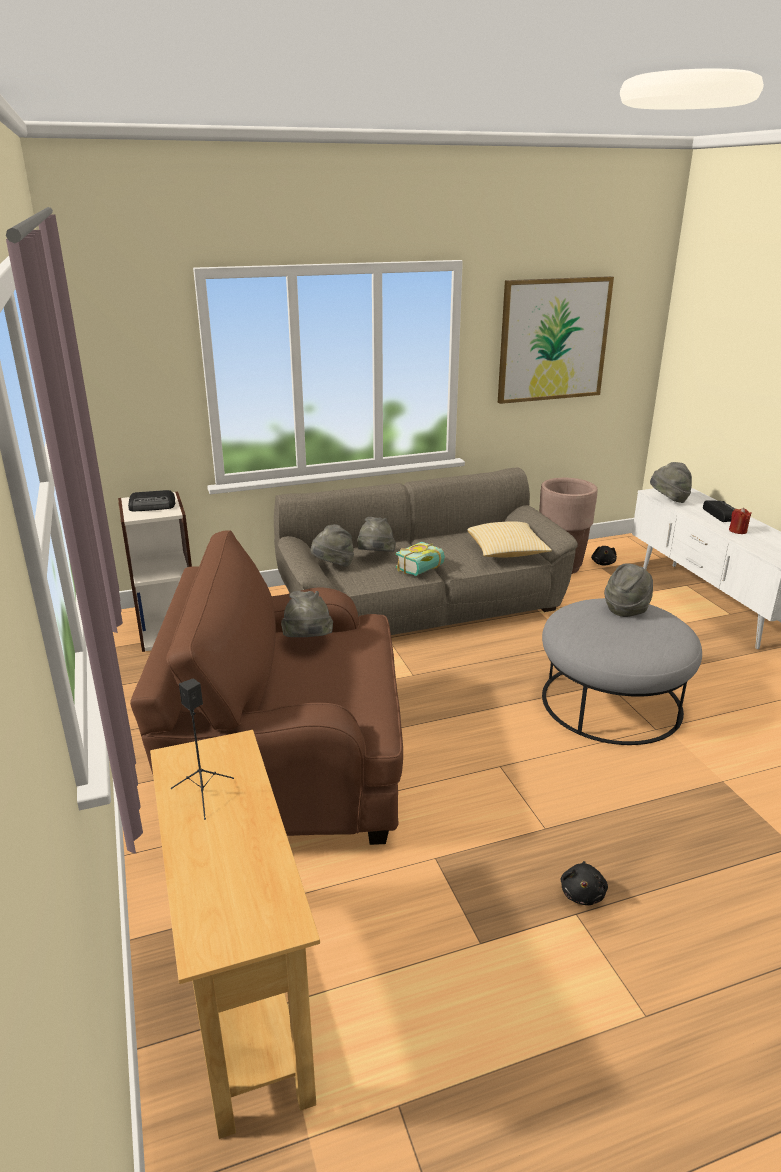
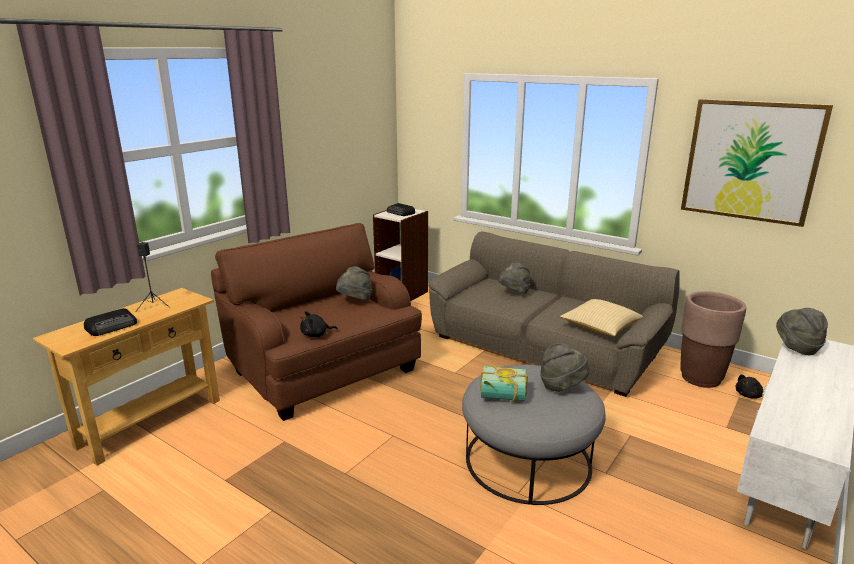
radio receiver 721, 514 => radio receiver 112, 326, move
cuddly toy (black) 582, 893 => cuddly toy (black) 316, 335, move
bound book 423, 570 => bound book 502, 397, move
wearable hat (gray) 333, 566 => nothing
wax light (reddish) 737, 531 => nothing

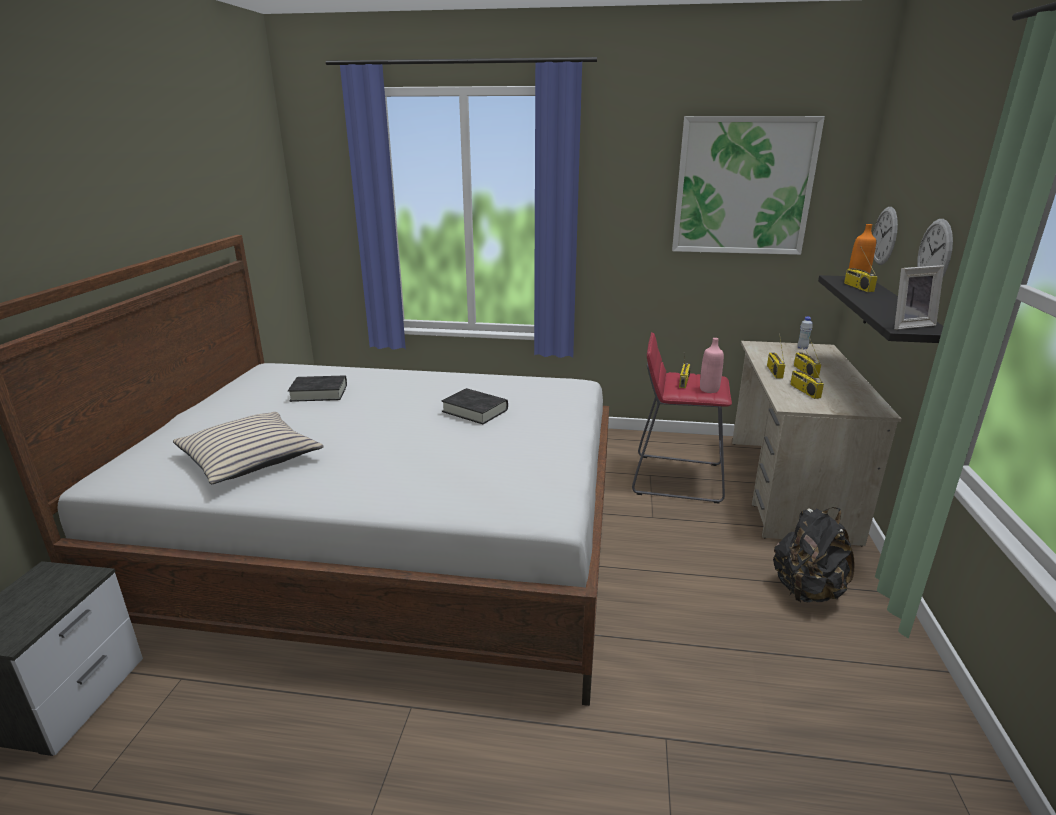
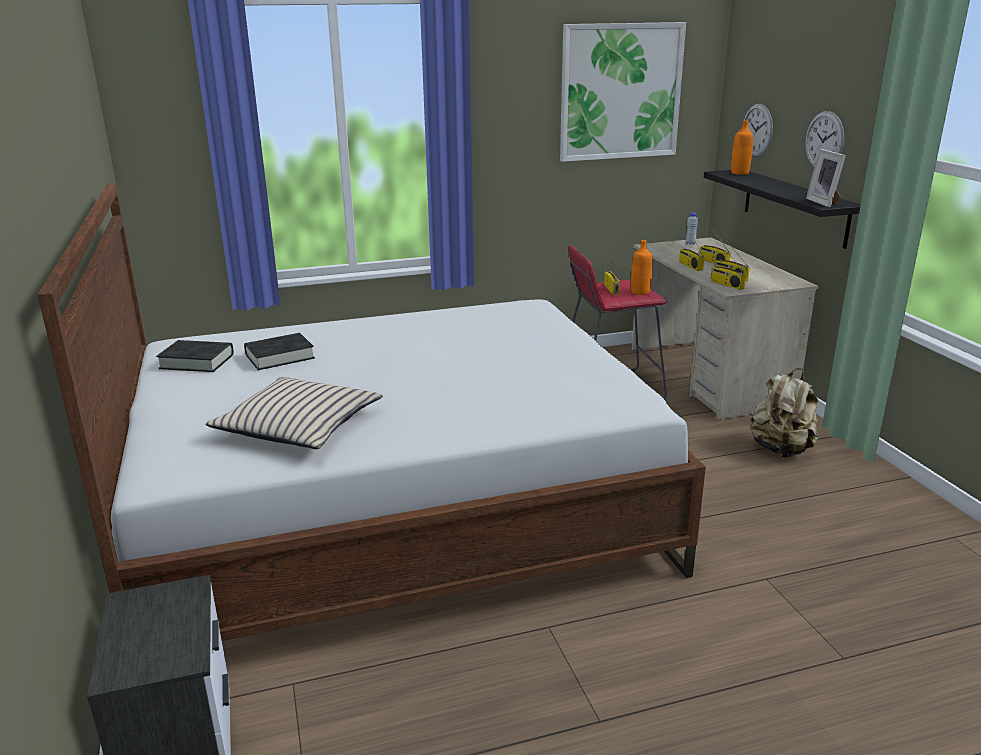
bound book (black) 475, 411 => bound book (black) 197, 361, move
drink bottle (pink) 709, 390 => drink bottle (orange) 640, 292
radio receiver 857, 287 => radio receiver 726, 284, move
backpack (black) 807, 591 => backpack (beige) 781, 450
photo frame 907, 325 => photo frame 825, 202, 120 degrees clockwise

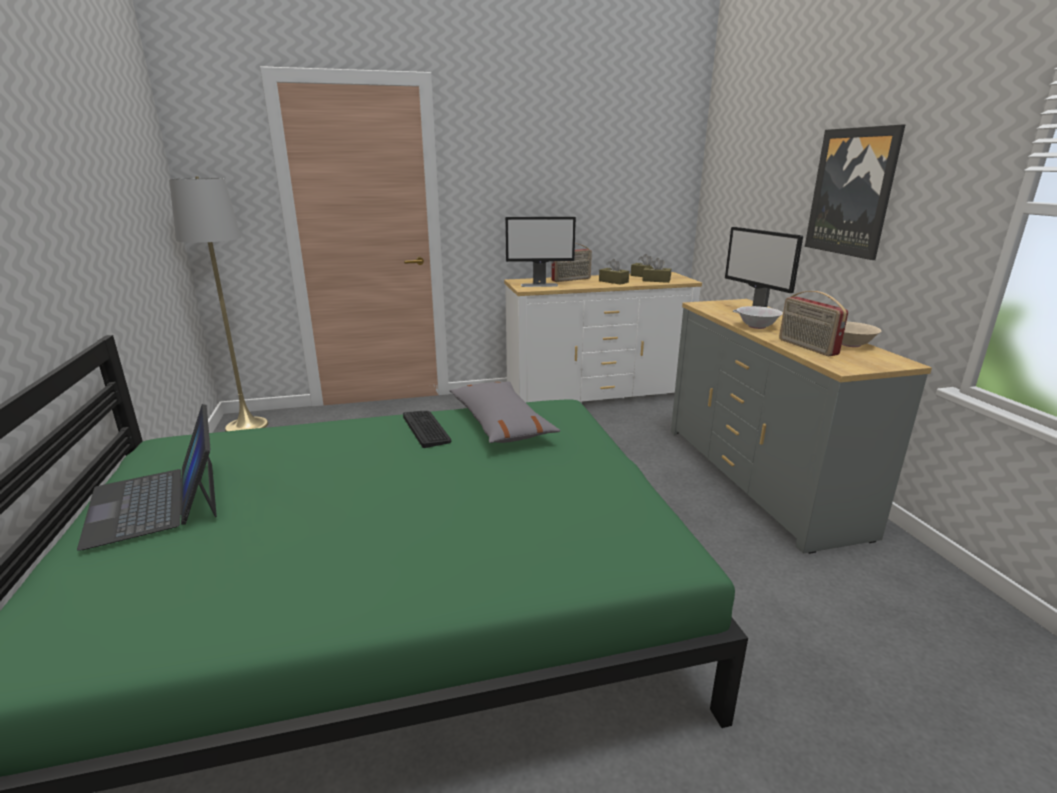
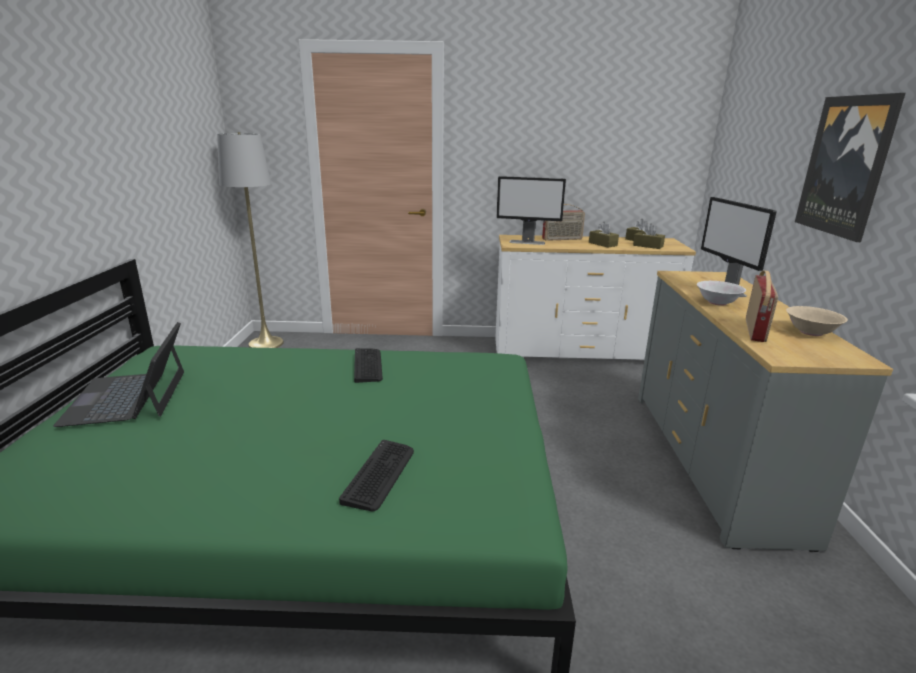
nothing => PC keyboard 380, 475
radio receiver 806, 347 => radio receiver 756, 330, 150 degrees counterclockwise
throw pillow (gray) 500, 423 => nothing

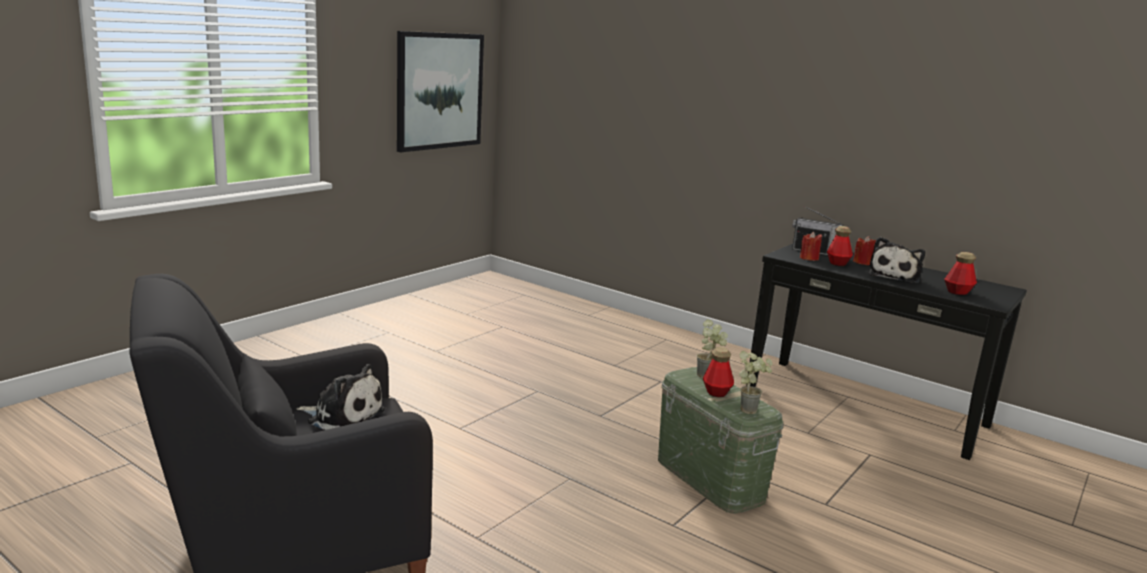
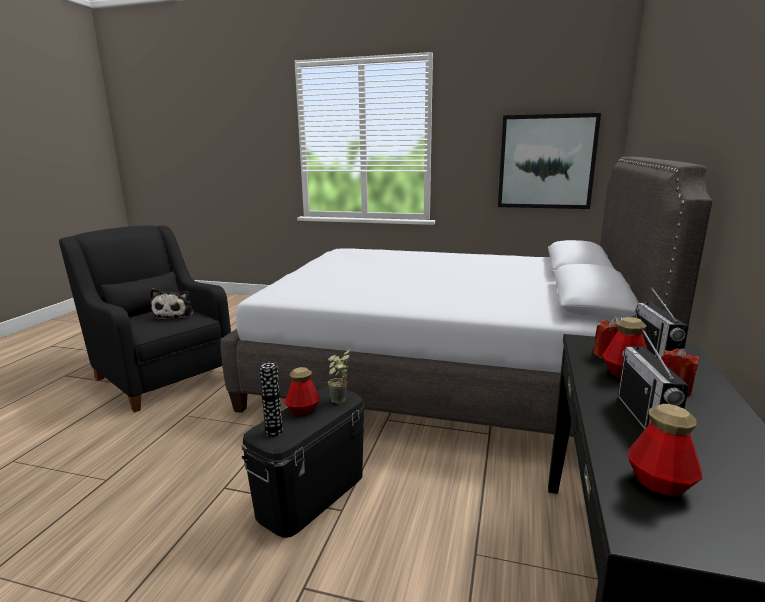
nothing => sleeping bed (gray) 443, 374
storage container (green) 710, 479 => storage container (black) 312, 495
plant in a pot 750, 409 => decorative vase 274, 432
cuddly toy 895, 276 => radio receiver 645, 418

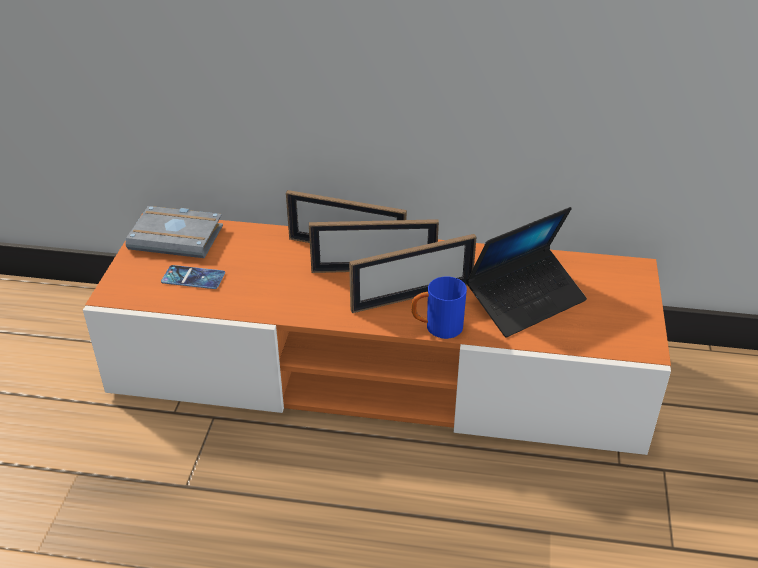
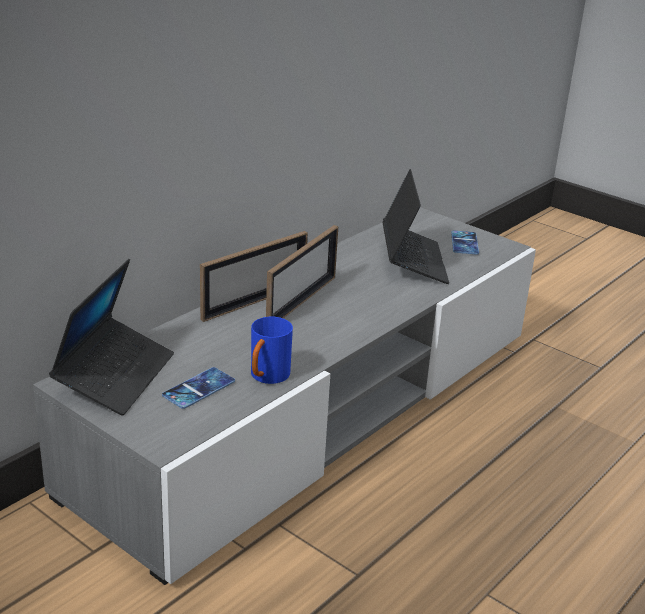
tv stand (orange) 379, 371 => tv stand (gray) 316, 408
bound book (gray) 179, 237 => notebook computer 115, 375
mug (blue-coloured) 437, 328 => mug (blue-coloured) 266, 378, move
nothing => phone 464, 243
photo frame 412, 297 => nothing

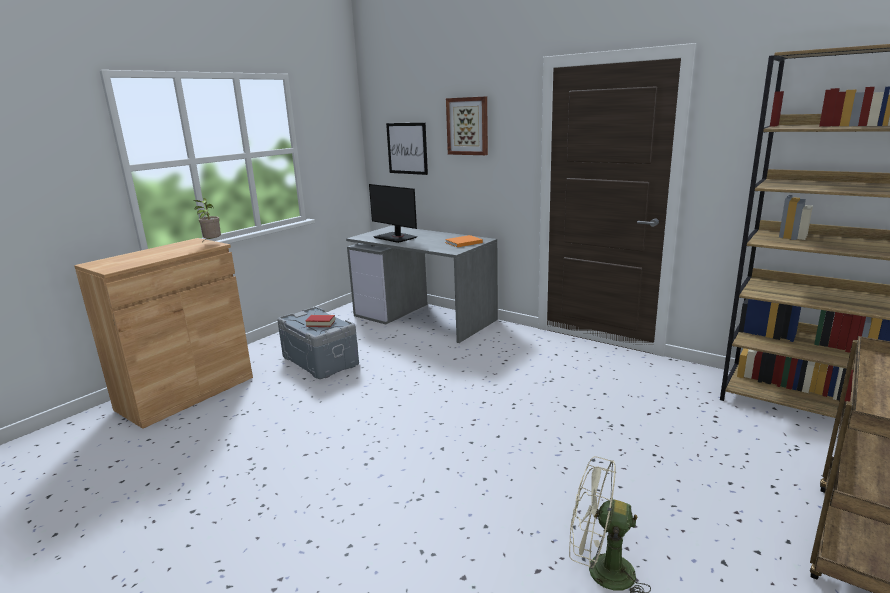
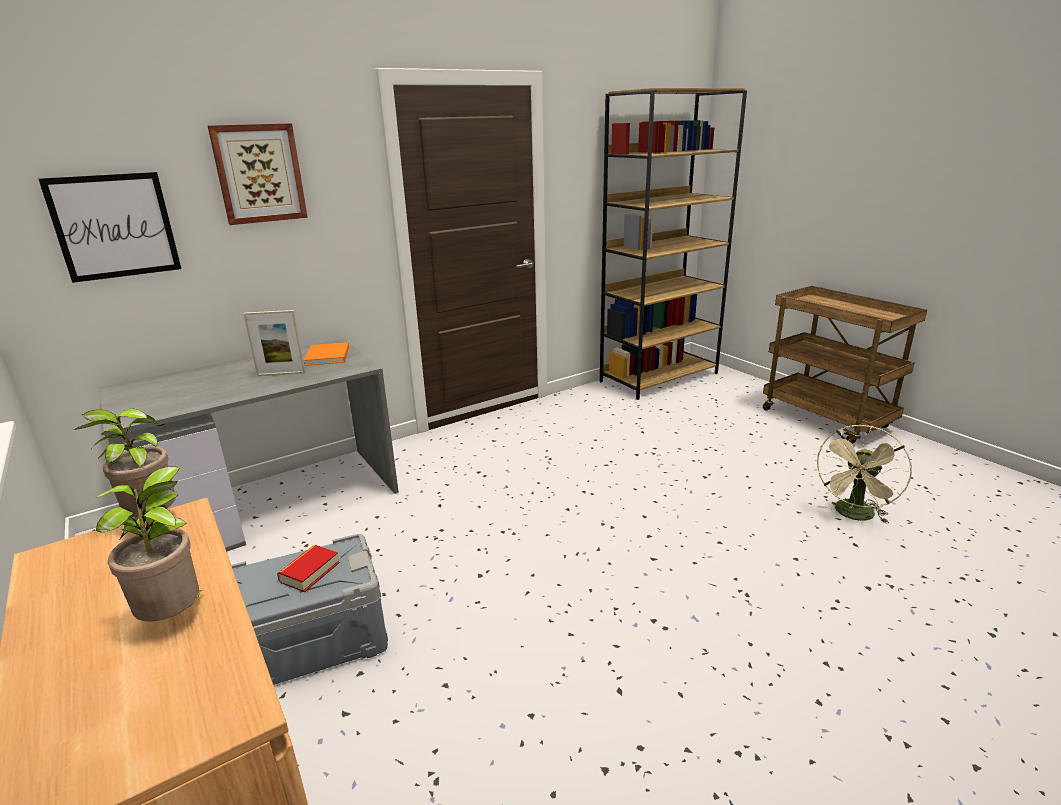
nothing => plant in a pot 178, 617
nothing => photo frame 281, 374
monitor 395, 237 => nothing

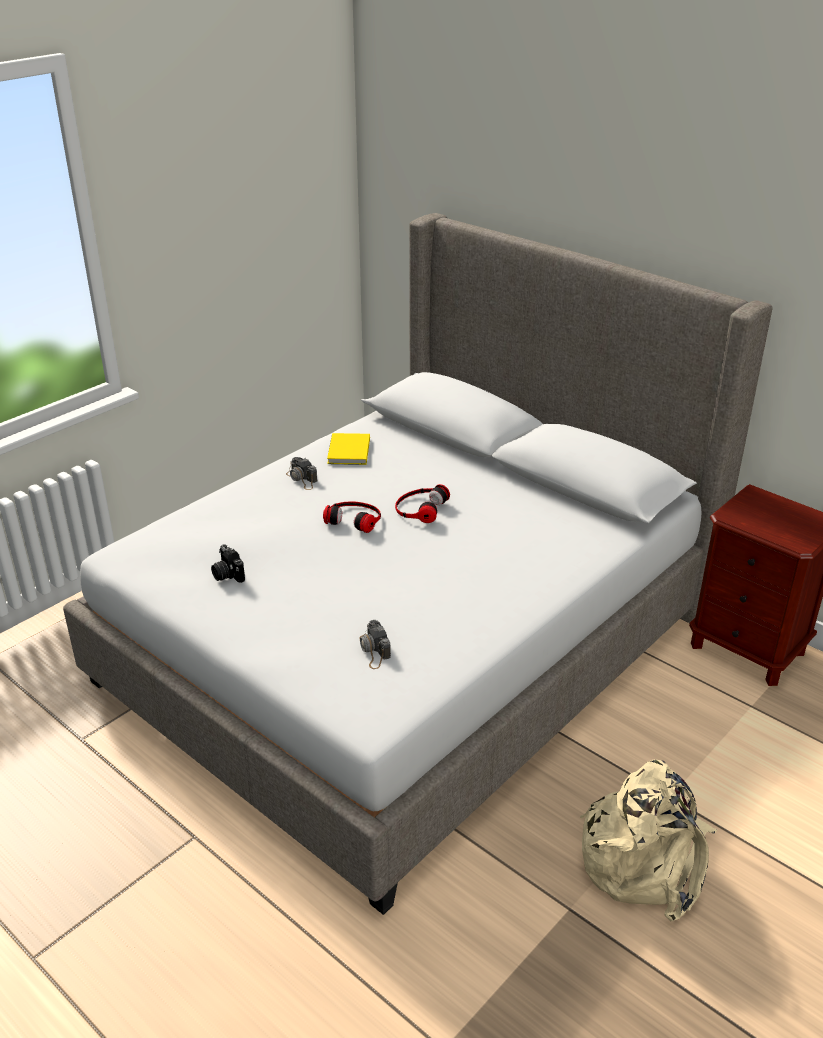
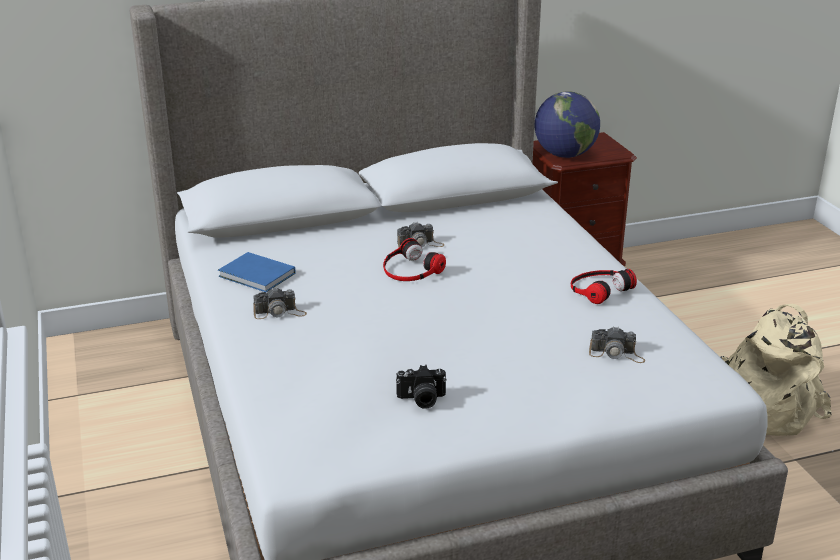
bound book (yellowish) 348, 452 => bound book (blue-coloured) 257, 276
nothing => photo camera 420, 244
nothing => desk globe 564, 155
headphones 354, 519 => headphones 598, 289, move

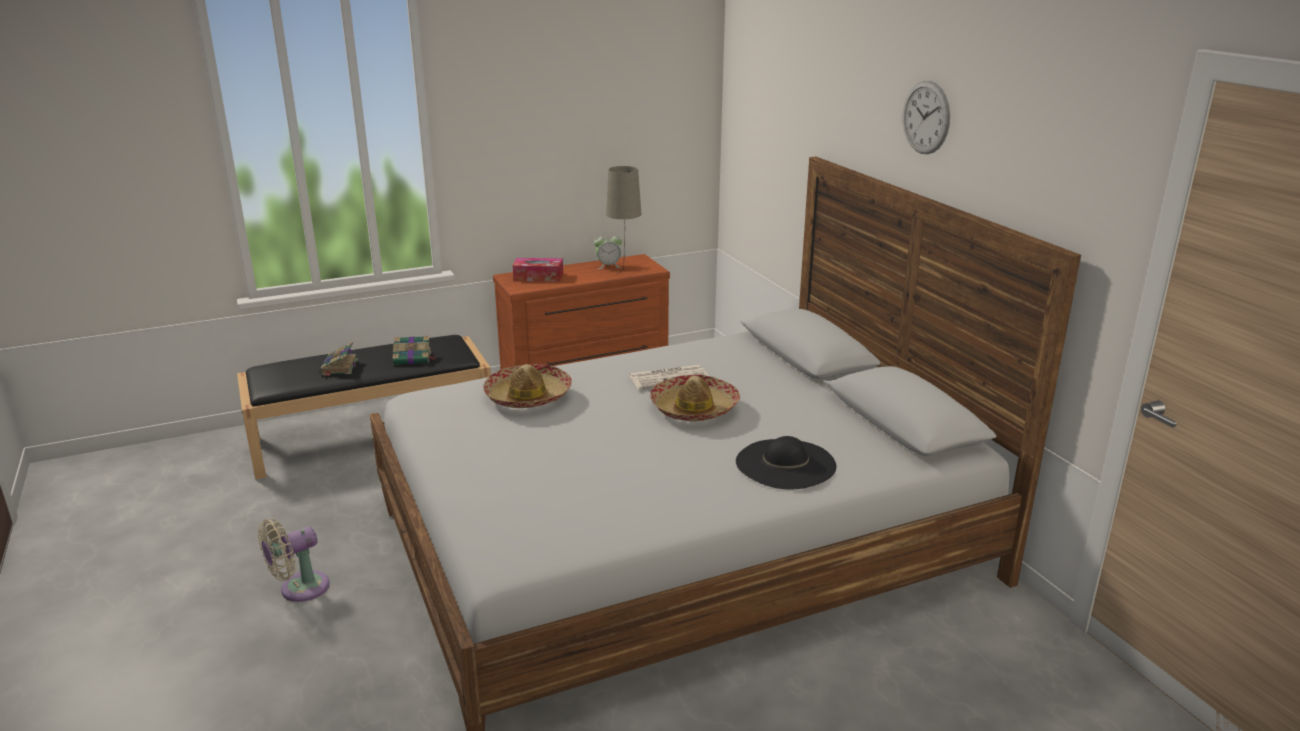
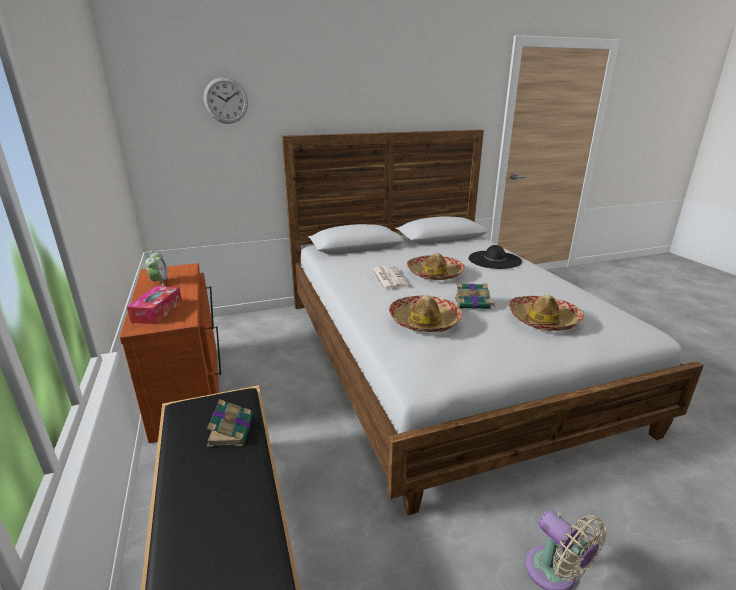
hanging clock 926, 117 => hanging clock 226, 100, move
bound book 339, 367 => bound book 473, 303, move
nothing => wearable hat 543, 320
lamp for a table (beige) 624, 275 => nothing

